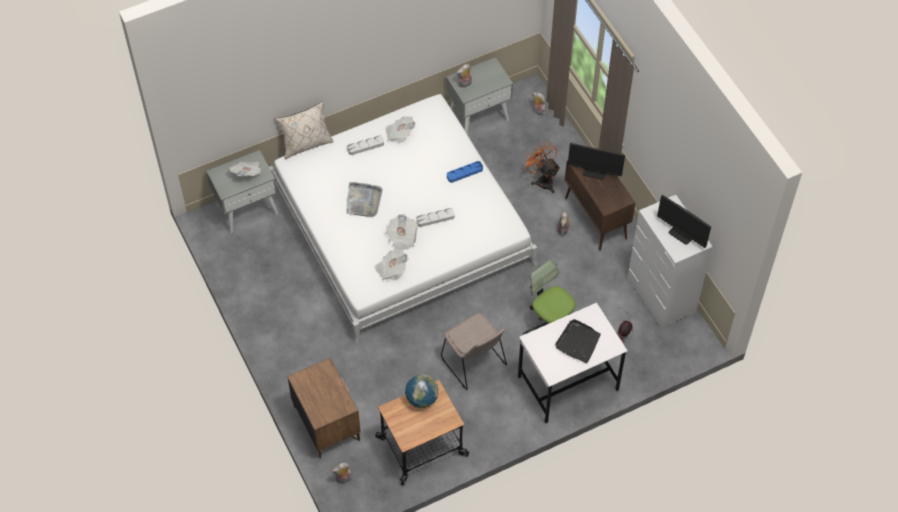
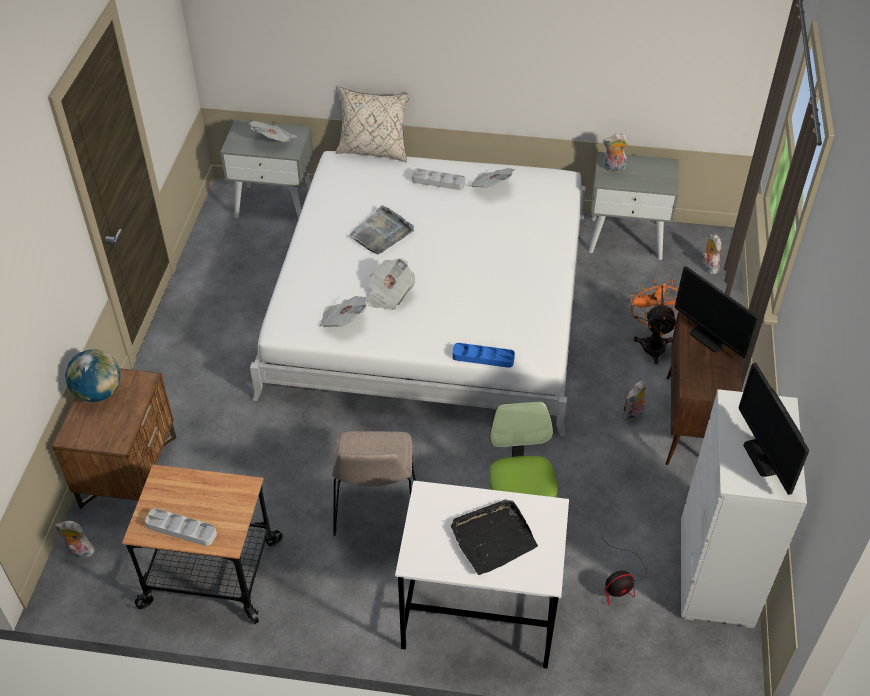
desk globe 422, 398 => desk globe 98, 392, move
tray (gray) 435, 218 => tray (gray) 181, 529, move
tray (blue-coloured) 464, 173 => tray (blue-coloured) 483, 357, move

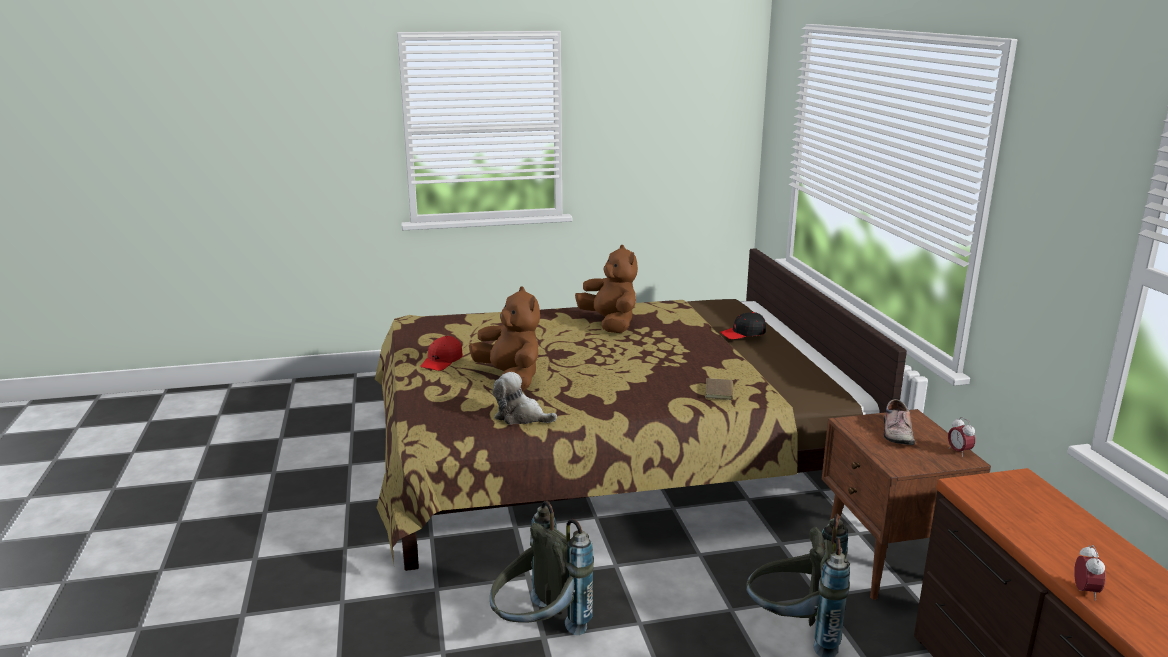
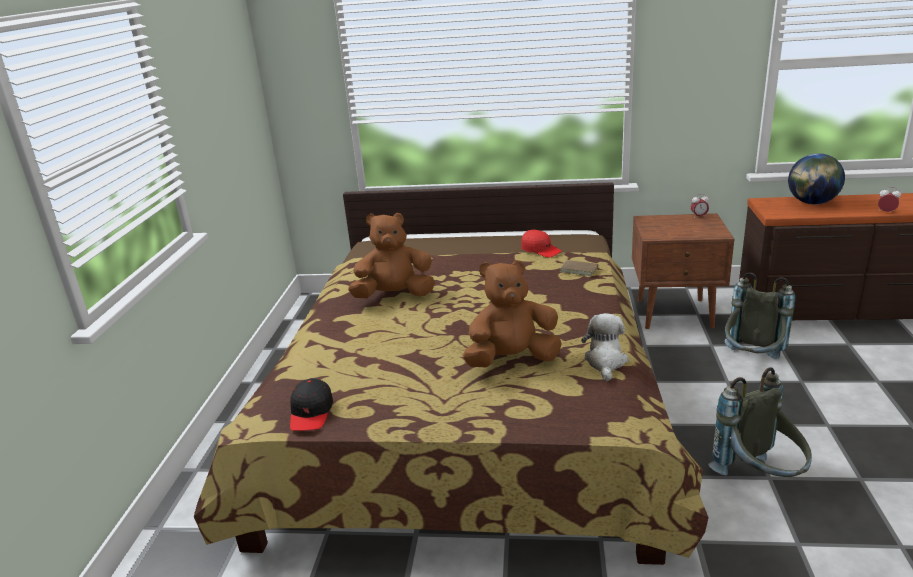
peaked cap (black) 743, 333 => peaked cap (black) 311, 412, move
peaked cap (reddish) 442, 361 => peaked cap (reddish) 540, 250, move
cuddly toy 521, 417 => cuddly toy 605, 362, 150 degrees clockwise
nothing => desk globe 812, 203
low shoe 895, 432 => nothing

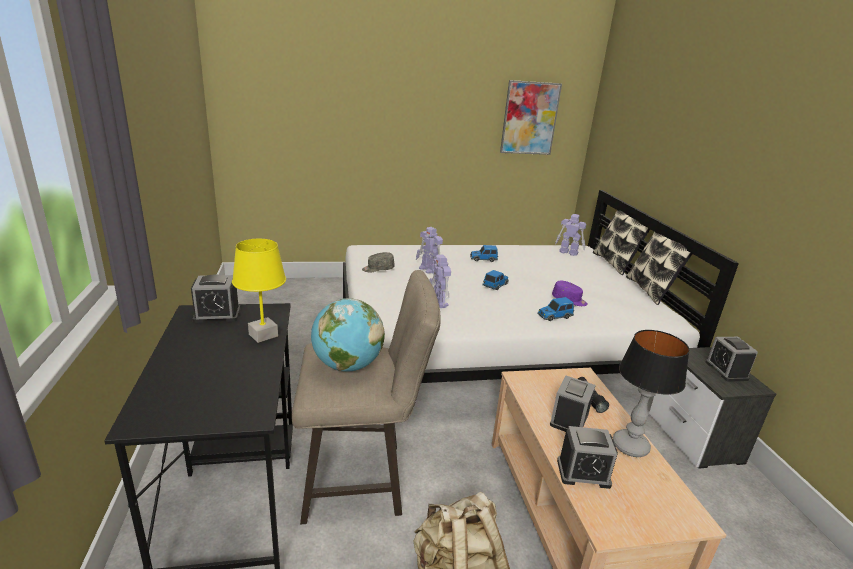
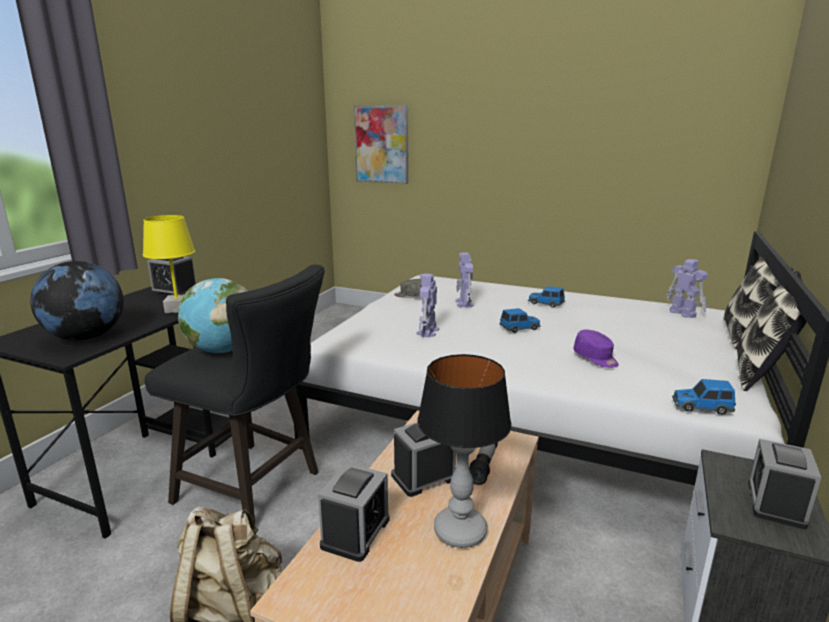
nothing => desk globe 86, 337
sitting stool (beige) 362, 479 => sitting stool (black) 256, 489
bedside clock 583, 473 => bedside clock 355, 532, 105 degrees counterclockwise
wall art 529, 118 => wall art 381, 144, move
model car 554, 316 => model car 701, 407, move

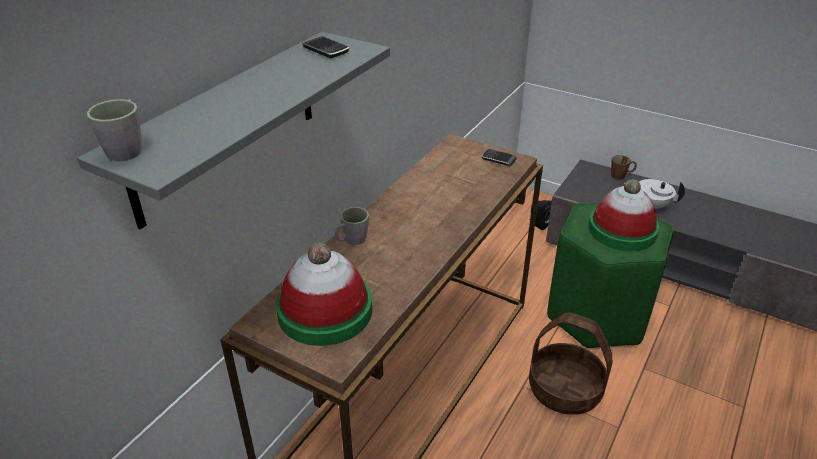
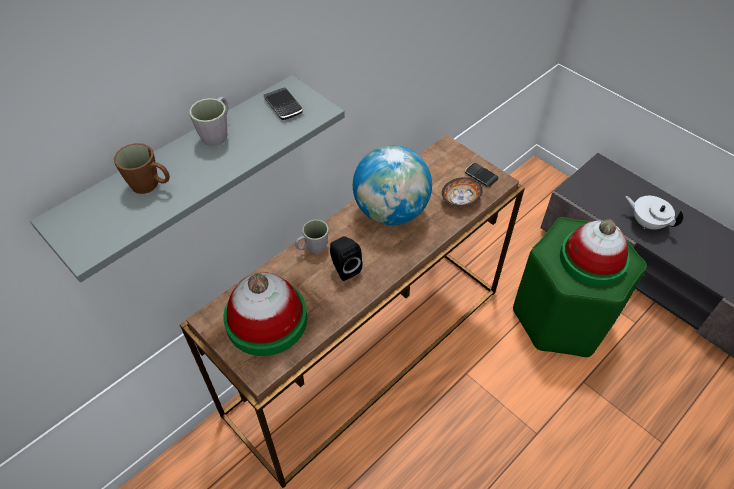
mug (brown) 621, 176 => mug (brown) 150, 185, move
mug (gray) 128, 148 => mug (gray) 217, 133, move
audio speaker (black) 538, 224 => audio speaker (black) 344, 268, move
nothing => desk globe 391, 212
nothing => deep dish 459, 199
household basket 565, 389 => nothing

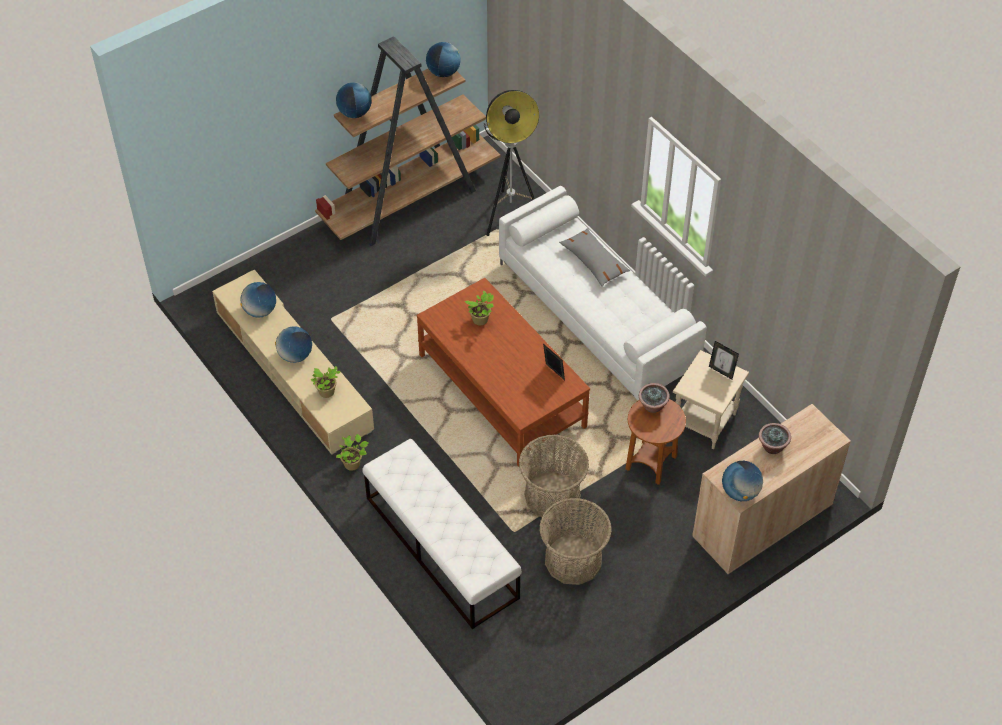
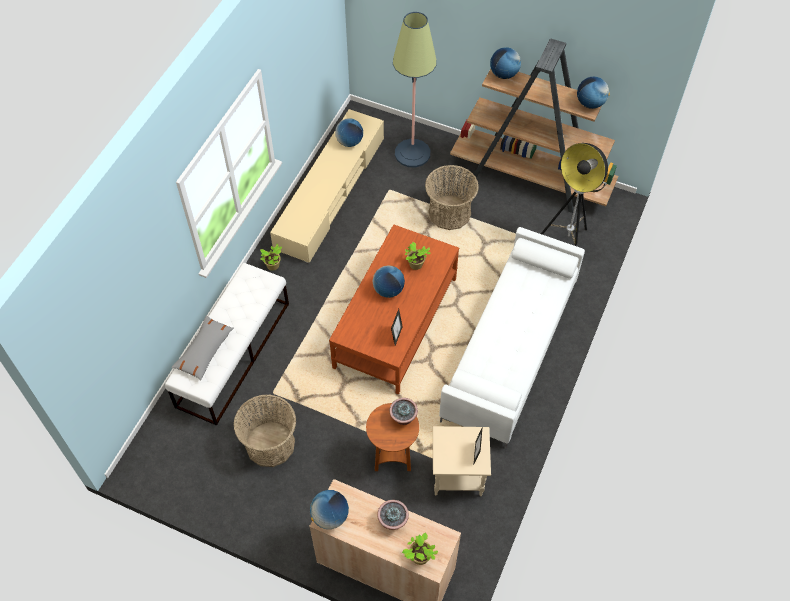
throw pillow (gray) 594, 262 => throw pillow (gray) 204, 351, move
desk globe 295, 355 => desk globe 388, 290, move
nothing => standing lamp 412, 153
plant in a pot 327, 393 => plant in a pot 419, 558, move
household basket 552, 495 => household basket 449, 213, move

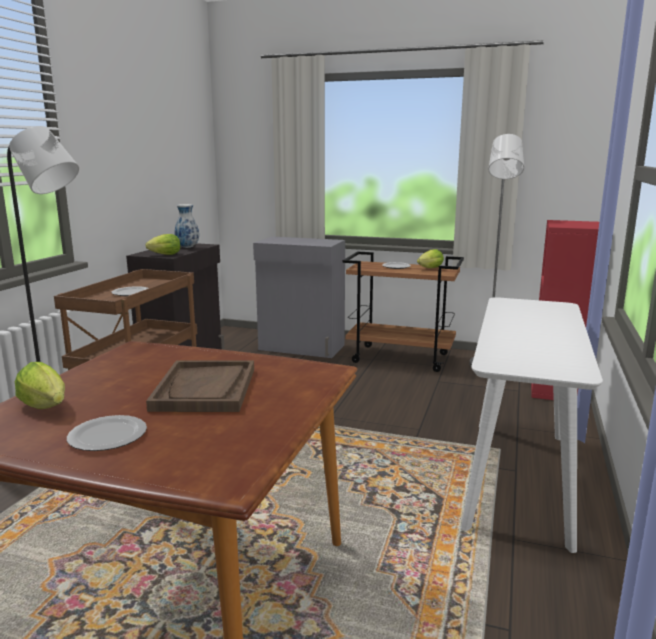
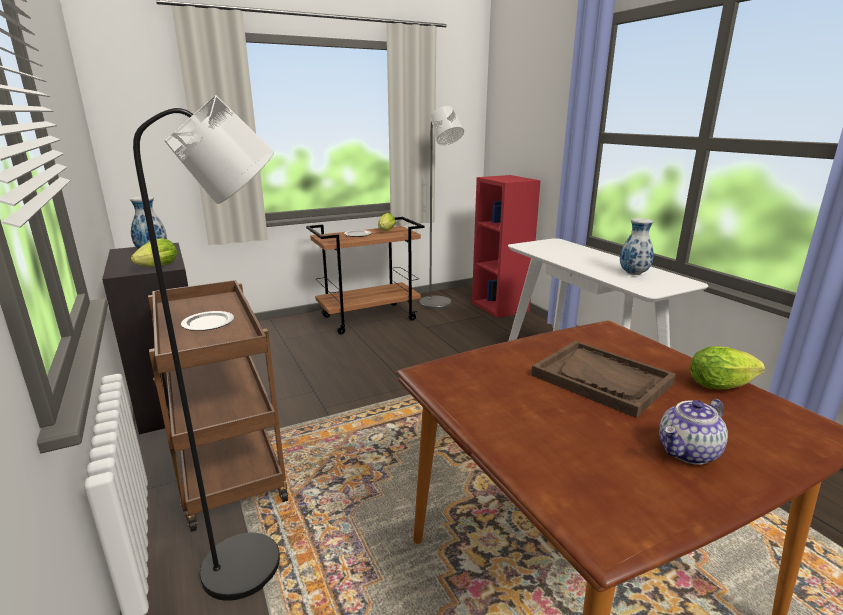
nothing => decorative vase 634, 274
plate 108, 437 => pot for tea 688, 452
head of lettuce 47, 408 => head of lettuce 723, 386, move
cupboard (gray) 302, 348 => nothing

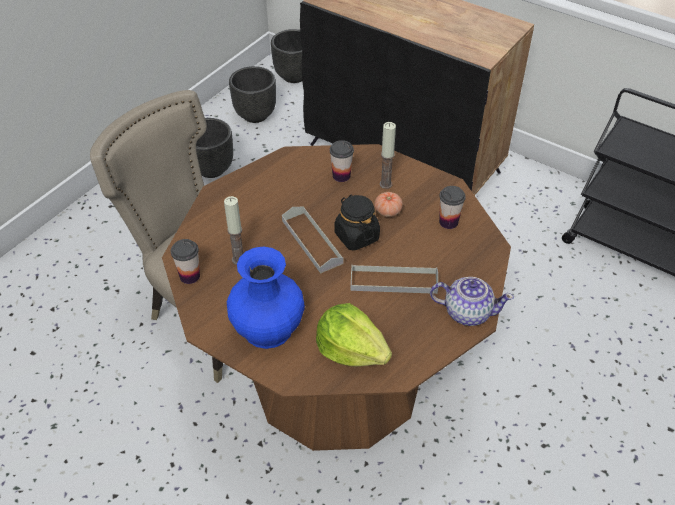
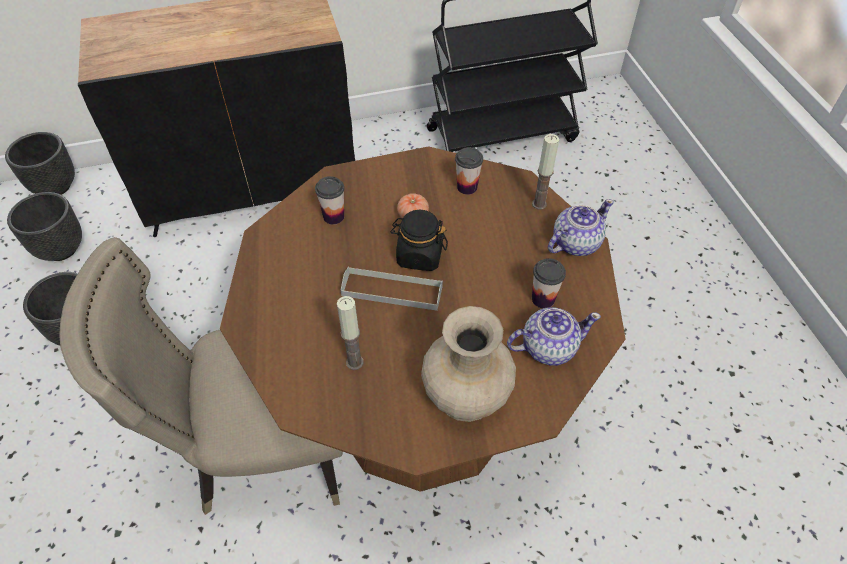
decorative vase (blue-coloured) 268, 329 => decorative vase (beige) 467, 395
head of lettuce 351, 350 => pot for tea 548, 347
wax light 385, 184 => wax light 539, 204, move
drinking cup 189, 276 => drinking cup 543, 299, move
tray (gray) 393, 281 => nothing

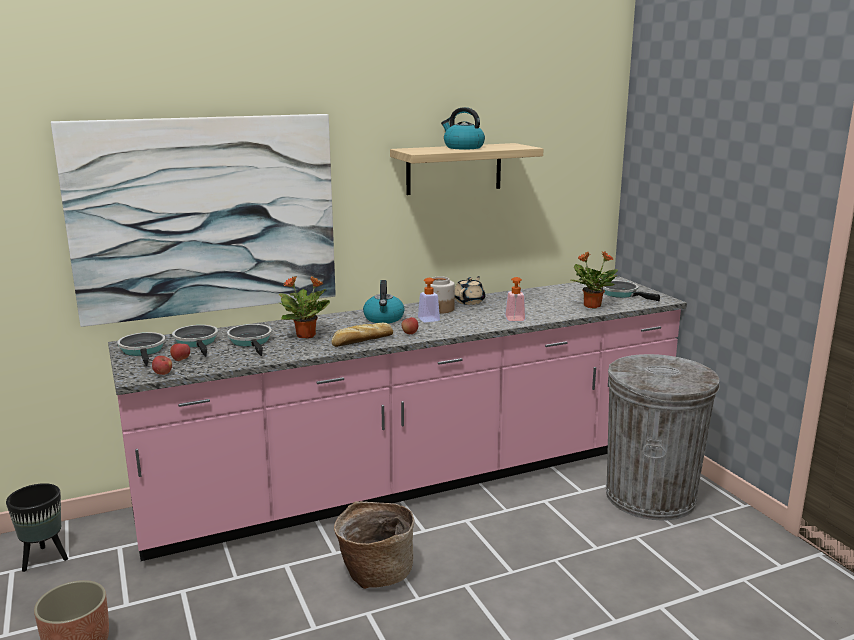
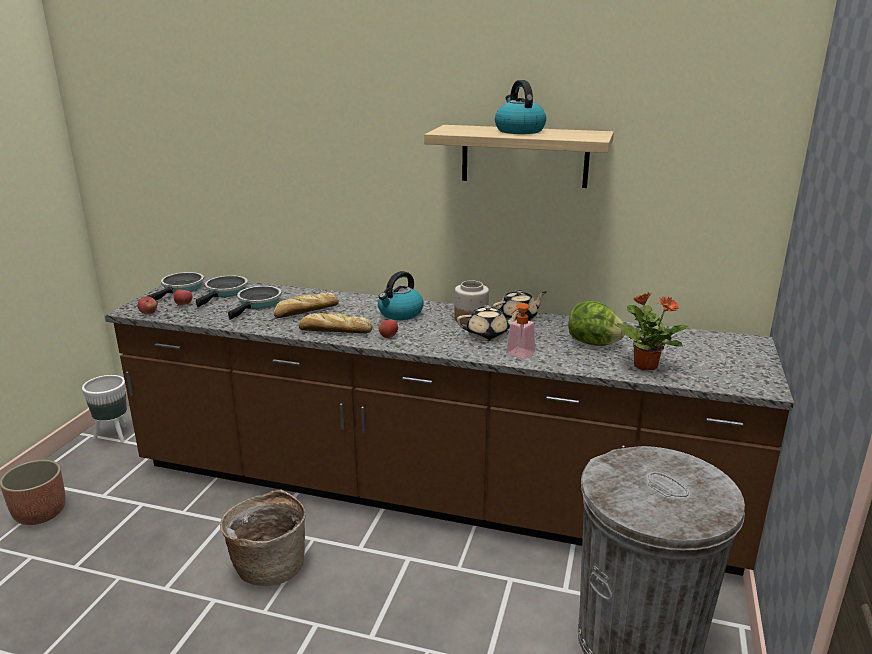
flower pot (black) 44, 559 => flower pot (white-coloured) 114, 436
kitchen base unit (pink) 427, 477 => kitchen base unit (brown) 436, 495
plant in a pot 307, 336 => bakery bread 305, 311
nothing => pot for tea (beige) 488, 335
nothing => head of lettuce 593, 343
wall art 206, 216 => nothing
soap bottle 432, 319 => nothing
frying pan 622, 294 => nothing

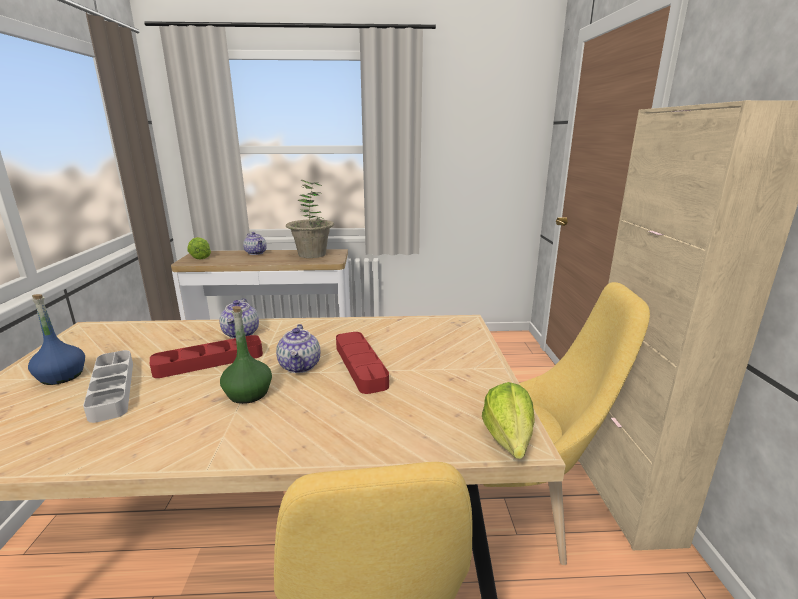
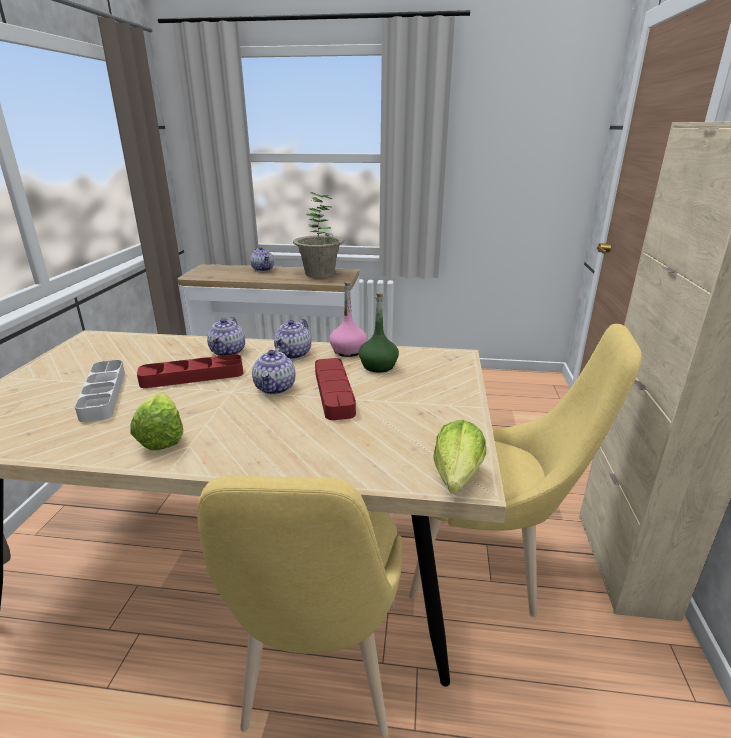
head of lettuce 200, 256 => head of lettuce 164, 434, move
nothing => pot for tea 293, 354
nothing => drink bottle (pink) 348, 351
drink bottle (green) 248, 393 => drink bottle (green) 378, 366, move
drink bottle (blue-coloured) 62, 376 => nothing

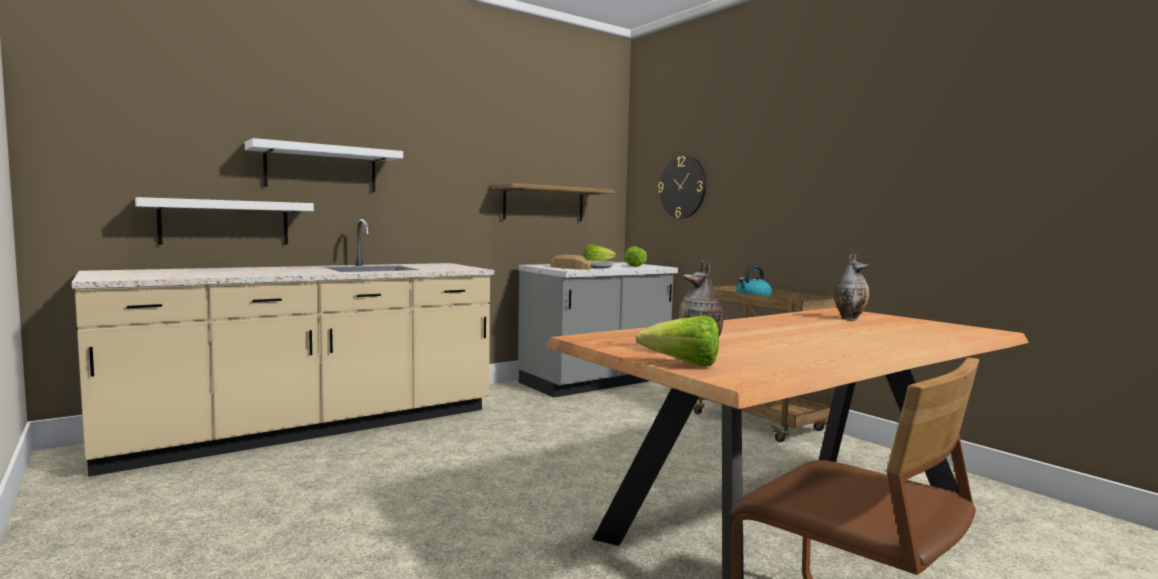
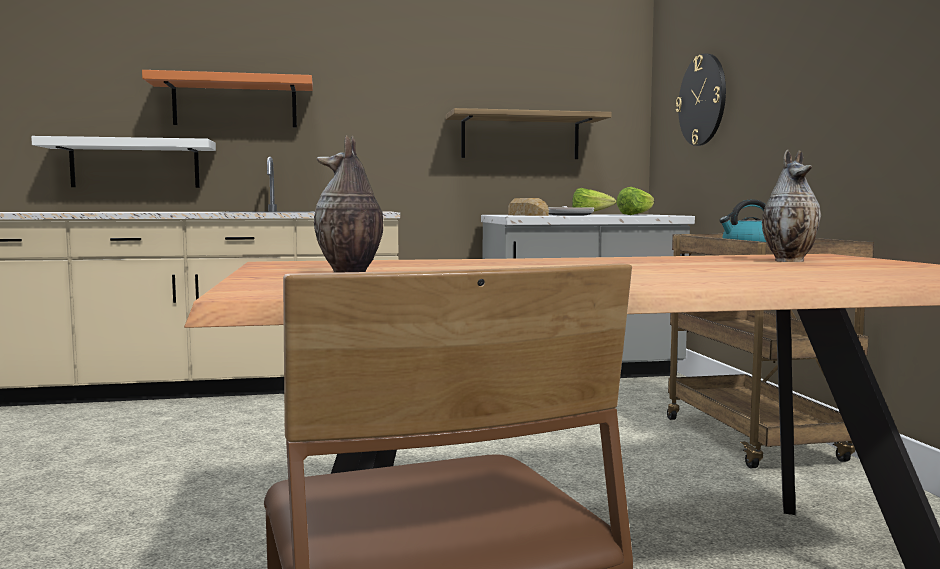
bracket shelf (white-coloured) 321, 168 => bracket shelf (orange) 235, 103
head of lettuce 683, 364 => nothing

